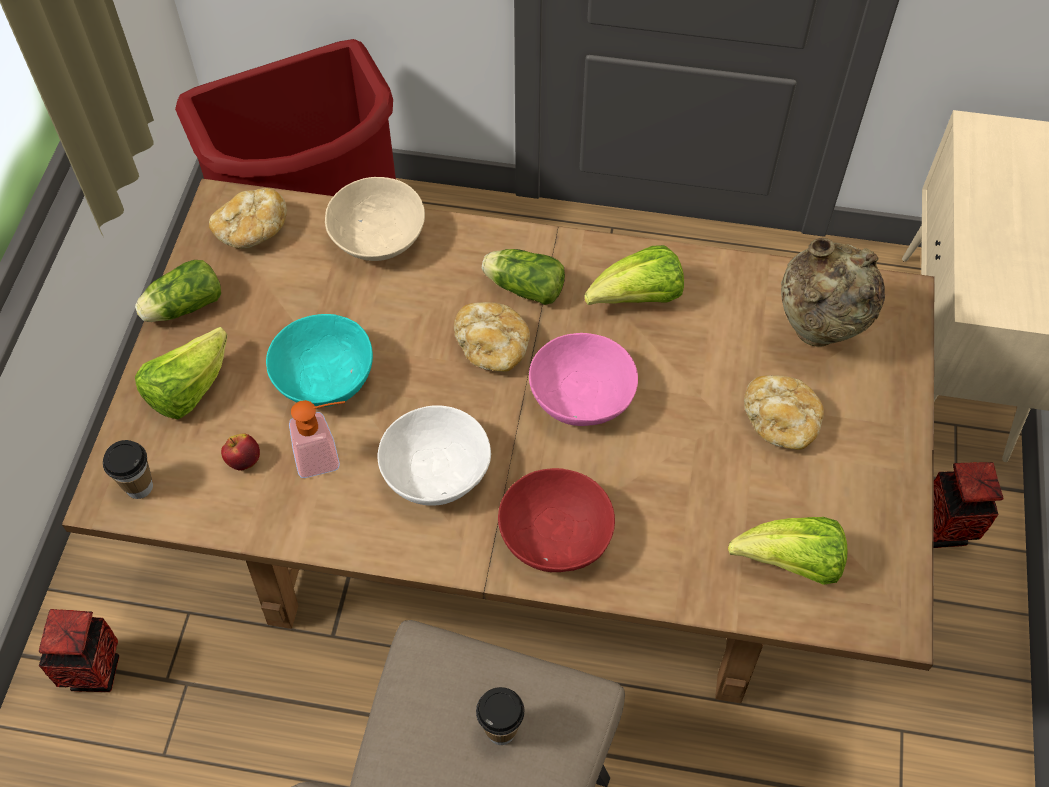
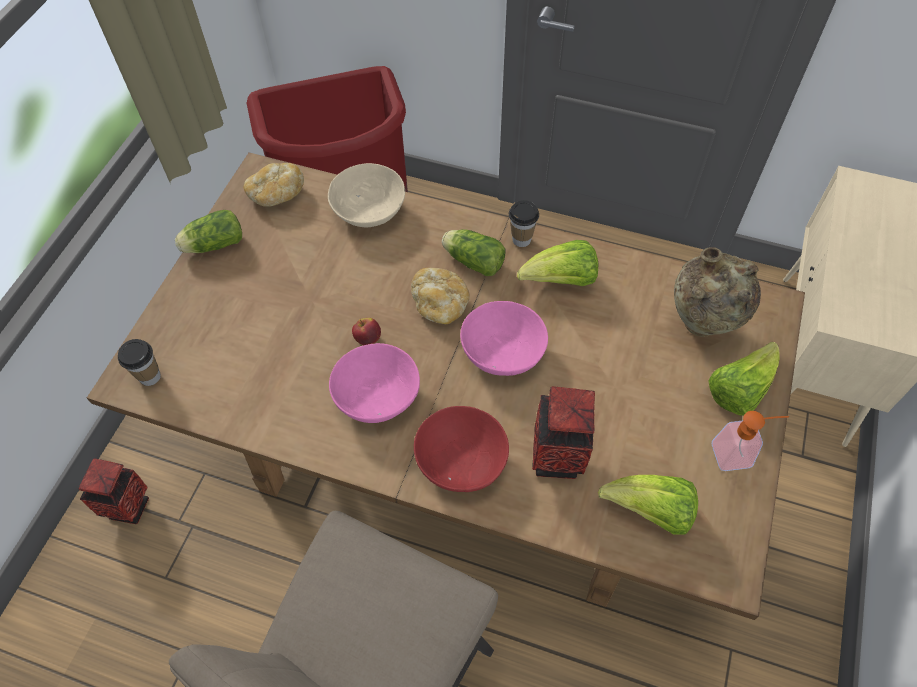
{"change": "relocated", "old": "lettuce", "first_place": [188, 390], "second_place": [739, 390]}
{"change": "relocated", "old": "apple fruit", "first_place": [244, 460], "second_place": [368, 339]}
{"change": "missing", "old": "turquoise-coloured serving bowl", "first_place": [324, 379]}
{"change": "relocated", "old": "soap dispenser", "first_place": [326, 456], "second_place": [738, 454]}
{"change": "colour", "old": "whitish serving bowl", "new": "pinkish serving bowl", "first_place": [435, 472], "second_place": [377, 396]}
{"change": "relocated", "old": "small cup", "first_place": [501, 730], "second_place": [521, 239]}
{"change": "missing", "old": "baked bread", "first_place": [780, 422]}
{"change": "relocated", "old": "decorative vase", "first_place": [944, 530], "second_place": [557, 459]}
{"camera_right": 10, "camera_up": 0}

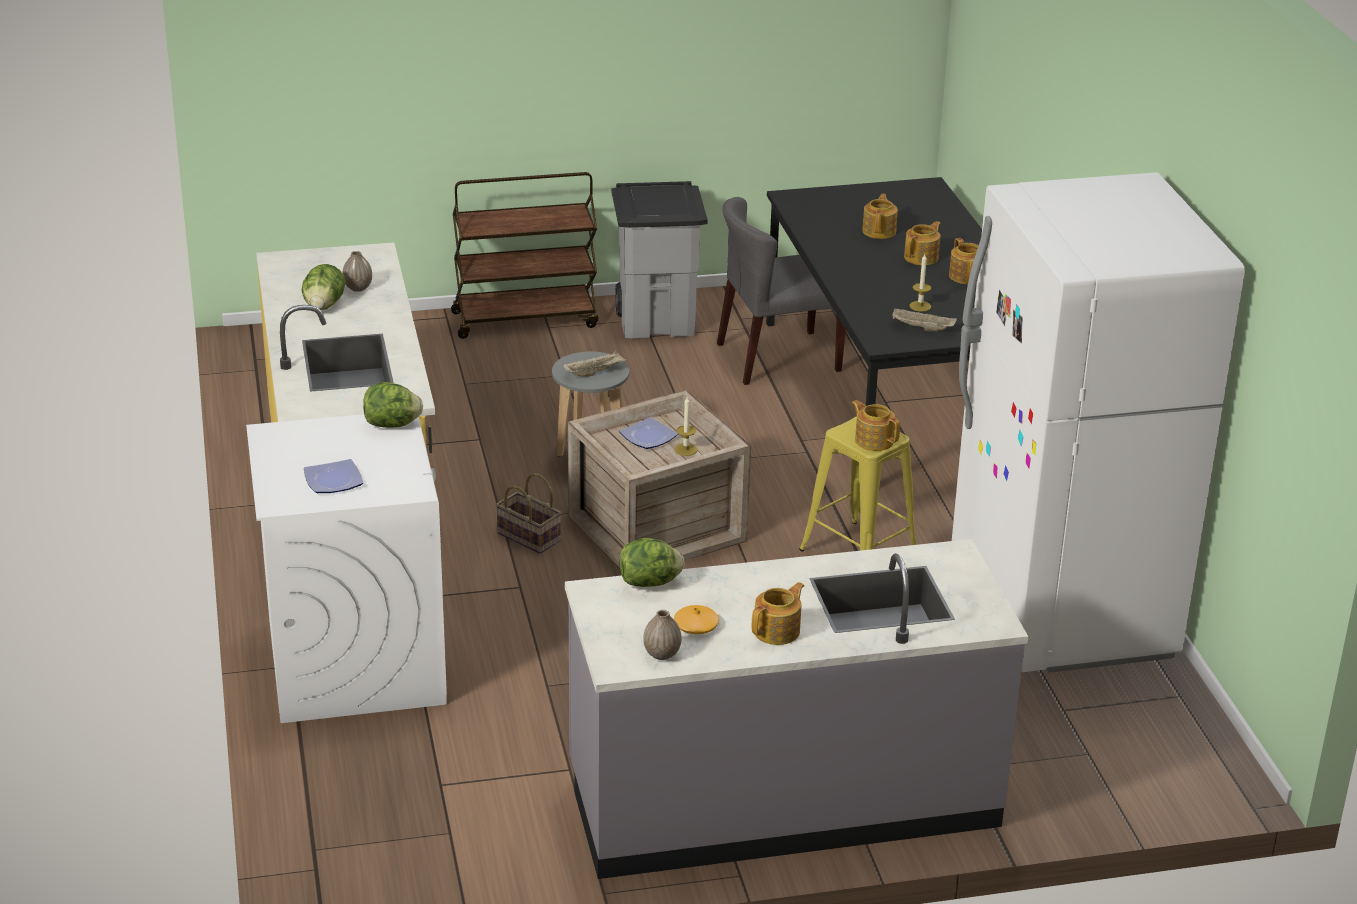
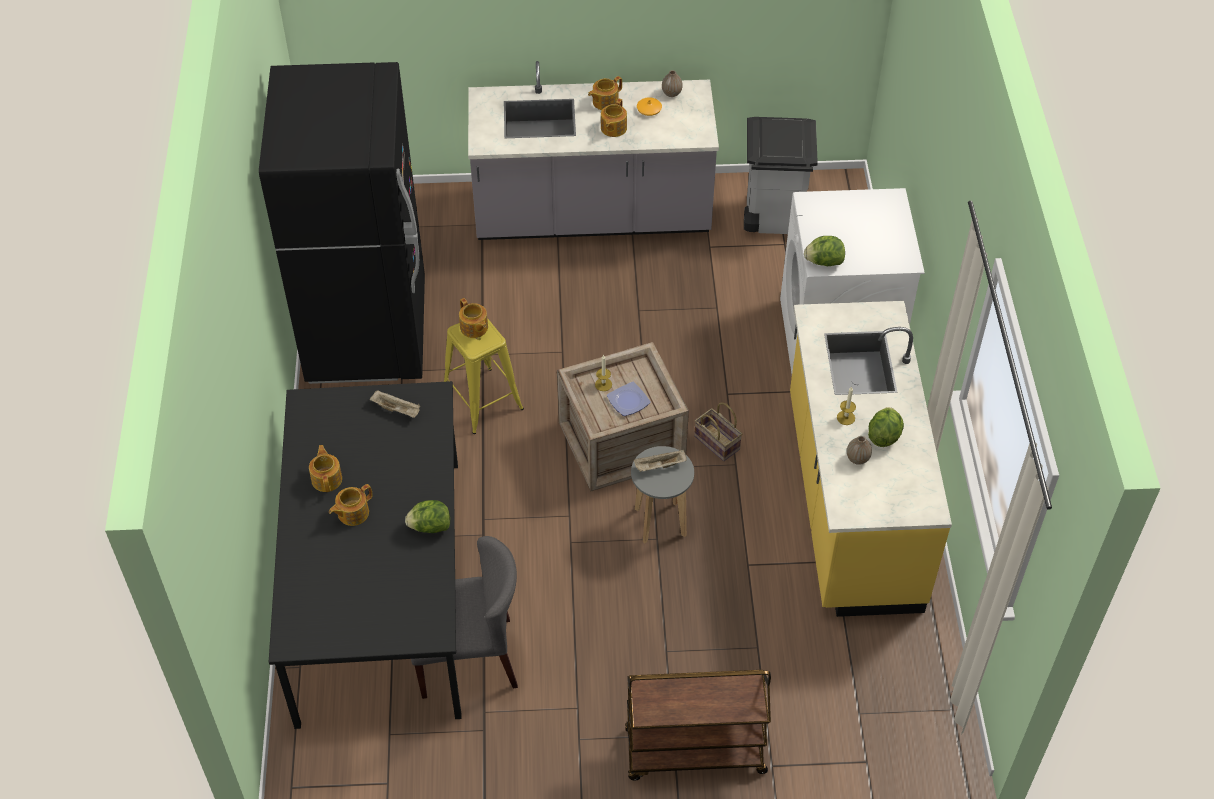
{"change": "missing", "old": "dinner plate", "first_place": [334, 480]}
{"change": "relocated", "old": "grey rubbish bin", "first_place": [657, 321], "second_place": [772, 218]}
{"change": "relocated", "old": "lettuce", "first_place": [650, 583], "second_place": [430, 527]}
{"change": "relocated", "old": "teapot", "first_place": [879, 231], "second_place": [613, 128]}
{"change": "relocated", "old": "candle", "first_place": [920, 306], "second_place": [845, 417]}
{"change": "colour", "old": "whitish fridge", "new": "black fridge", "first_place": [1061, 613], "second_place": [367, 332]}
{"camera_right": -170, "camera_up": 20}

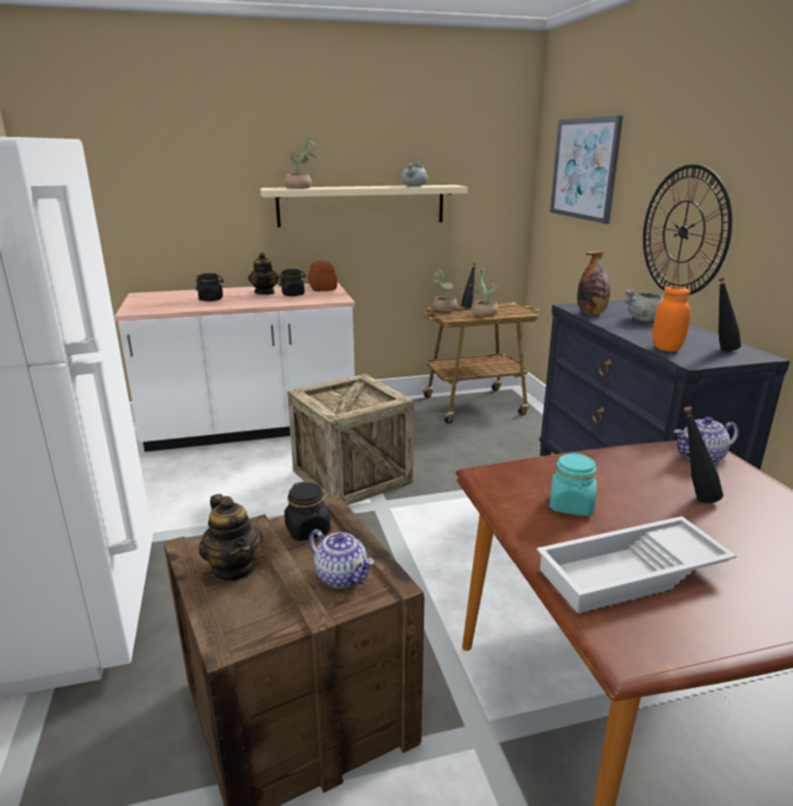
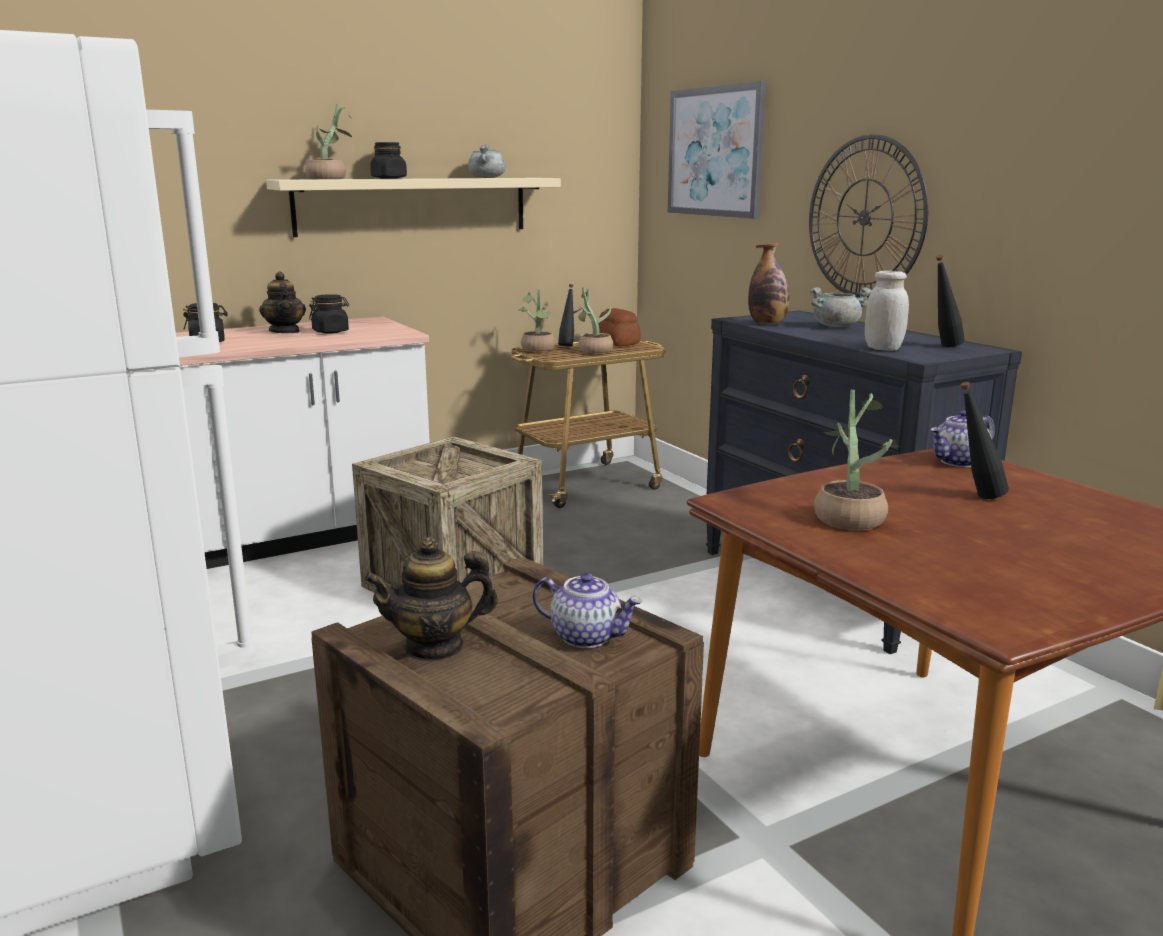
{"change": "spun", "old": "teapot", "first_place": [235, 568], "second_place": [434, 647], "degrees": 120}
{"change": "relocated", "old": "black storage jar", "first_place": [308, 530], "second_place": [389, 178]}
{"change": "relocated", "old": "baked bread", "first_place": [322, 288], "second_place": [617, 343]}
{"change": "missing", "old": "whitish serving tray", "first_place": [632, 574]}
{"change": "exchanged", "old": "turquoise-coloured storage jar", "new": "houseplant", "first_place": [571, 505], "second_place": [848, 516]}
{"change": "colour", "old": "orange-coloured storage jar", "new": "whitish storage jar", "first_place": [666, 348], "second_place": [883, 349]}
{"camera_right": -15, "camera_up": -5}

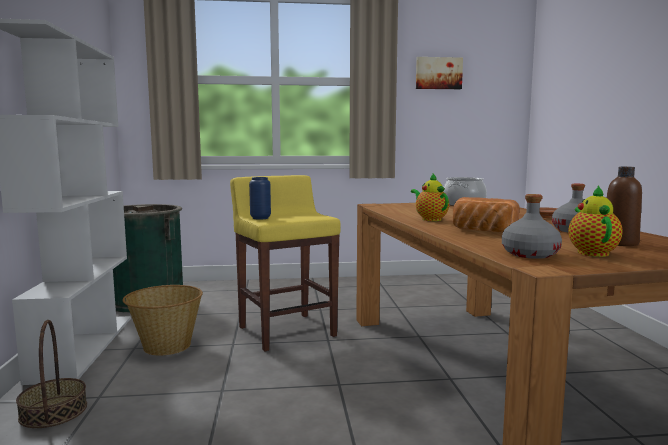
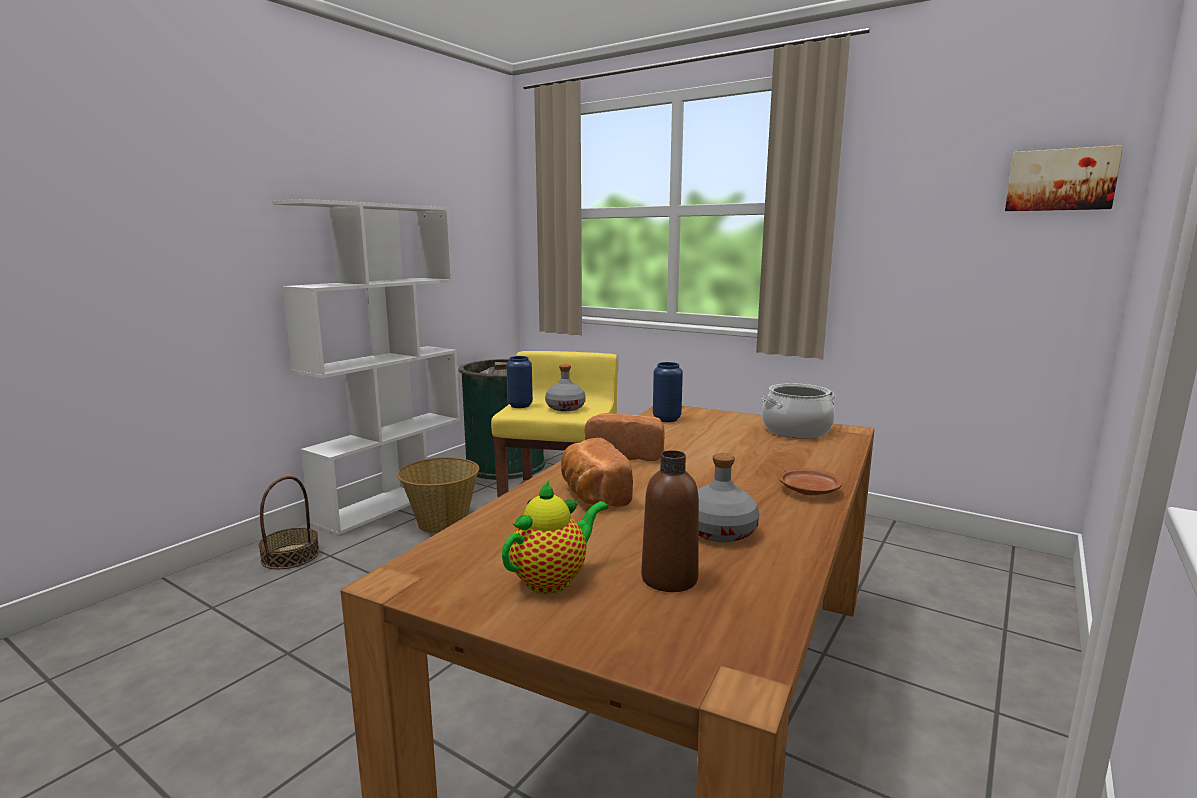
{"change": "exchanged", "old": "teapot", "new": "baked bread", "first_place": [430, 219], "second_place": [627, 453]}
{"change": "relocated", "old": "wall picture", "first_place": [438, 73], "second_place": [1061, 180]}
{"change": "relocated", "old": "grey beverage bottle", "first_place": [529, 254], "second_place": [565, 407]}
{"change": "appeared", "new": "blue decorative vase", "second_place": [666, 419]}
{"camera_right": 40, "camera_up": 5}

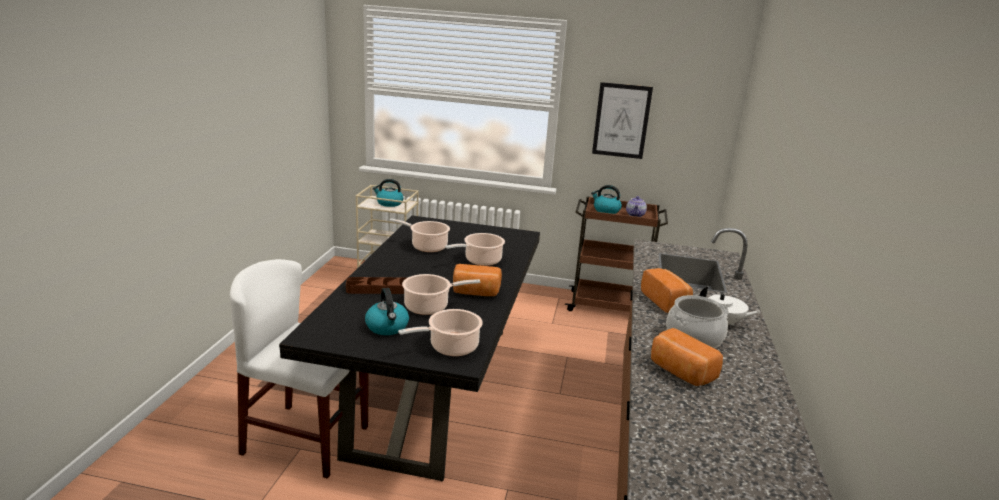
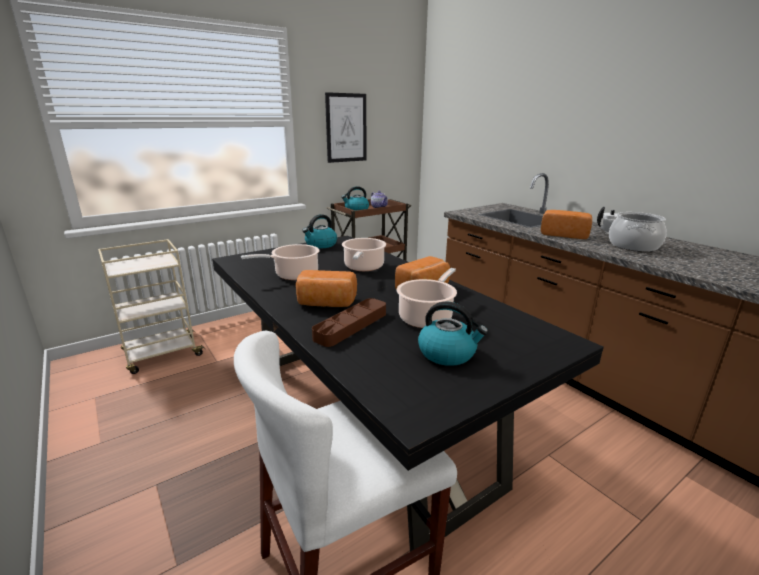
{"change": "relocated", "old": "tea kettle", "first_place": [389, 203], "second_place": [320, 245]}
{"change": "missing", "old": "cooking pot", "first_place": [450, 347]}
{"change": "relocated", "old": "baked bread", "first_place": [680, 372], "second_place": [326, 303]}
{"camera_right": -45, "camera_up": 0}

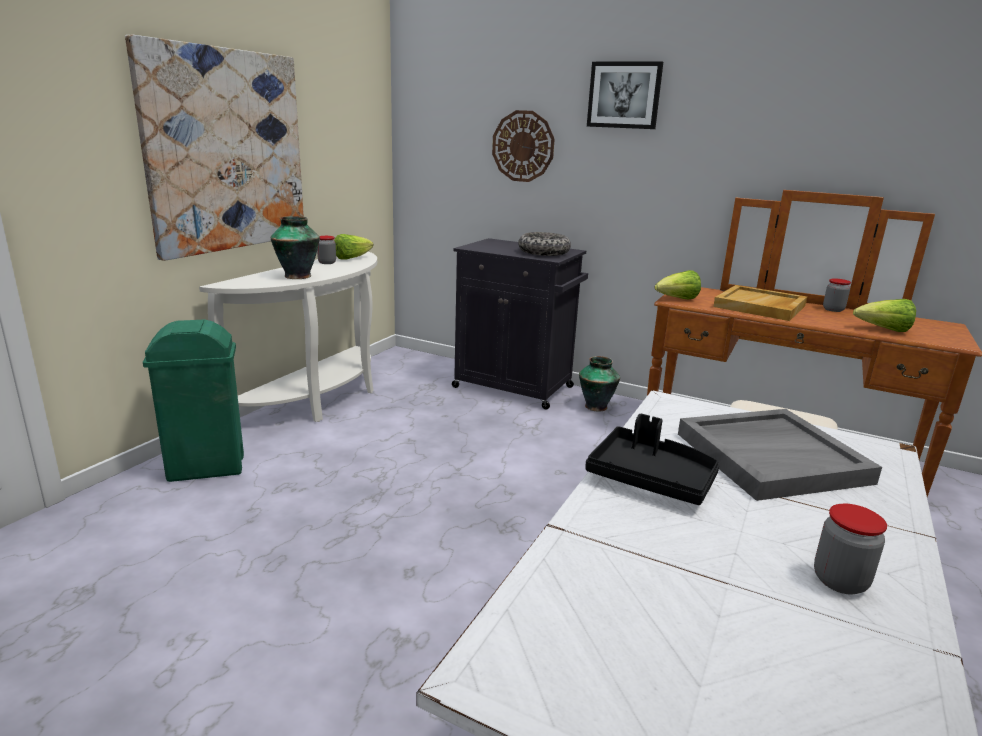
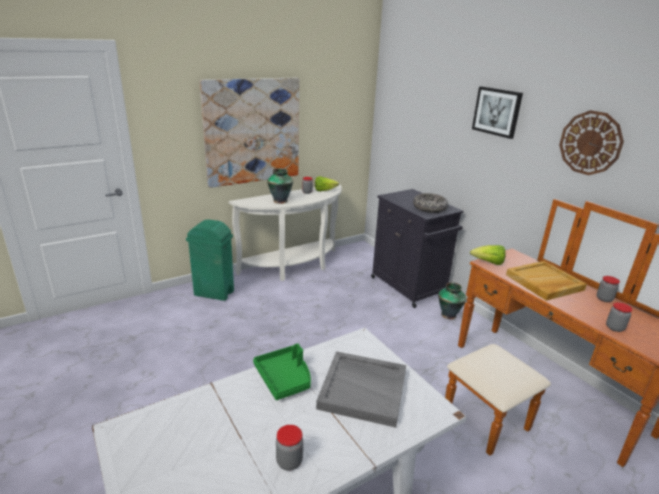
{"change": "relocated", "old": "hanging clock", "first_place": [523, 146], "second_place": [590, 143]}
{"change": "colour", "old": "black serving tray", "new": "green-coloured serving tray", "first_place": [651, 478], "second_place": [284, 378]}
{"change": "exchanged", "old": "lettuce", "new": "storage jar", "first_place": [883, 330], "second_place": [614, 328]}
{"camera_right": 30, "camera_up": 5}

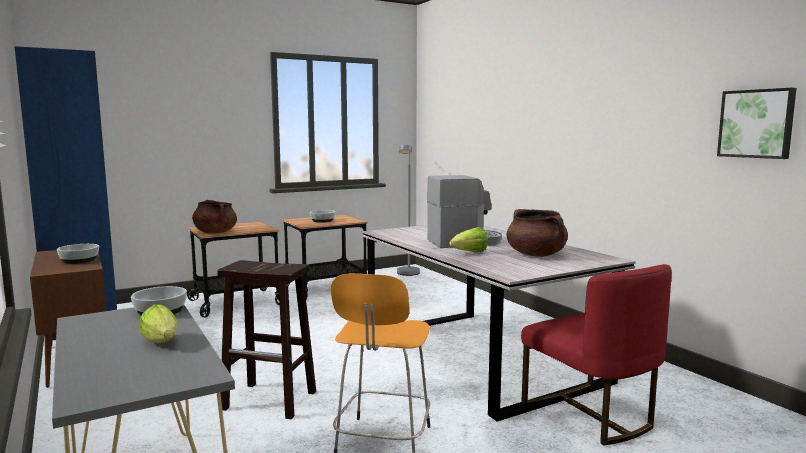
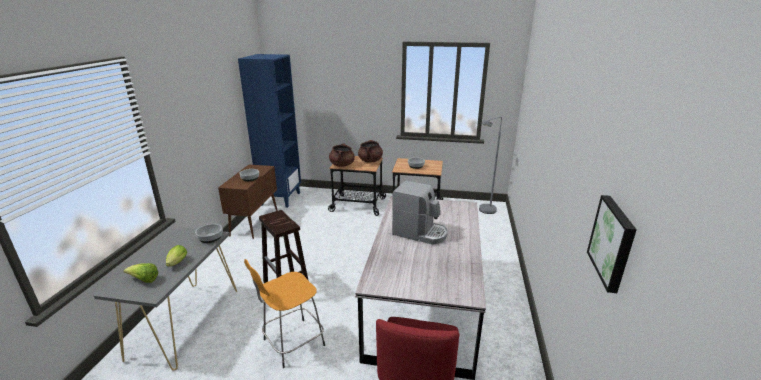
{"change": "relocated", "old": "lettuce", "first_place": [469, 253], "second_place": [144, 280]}
{"change": "relocated", "old": "brown cooking pot", "first_place": [536, 255], "second_place": [370, 161]}
{"camera_right": 40, "camera_up": 15}

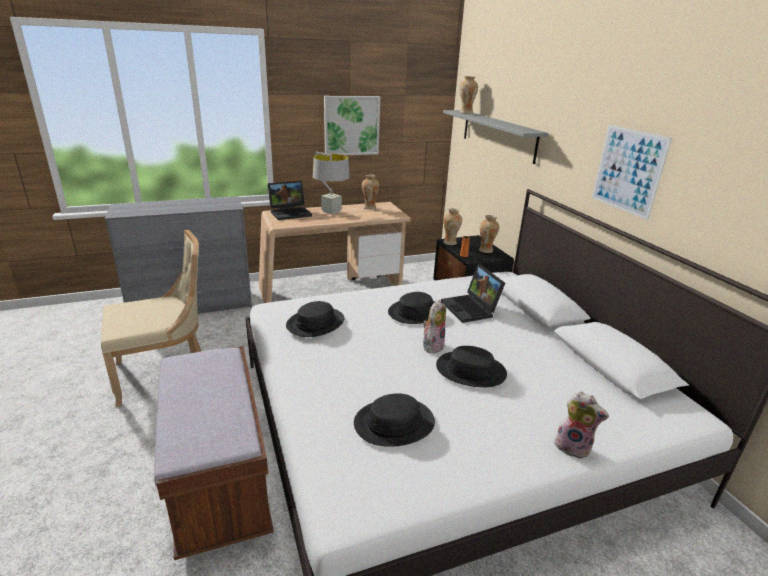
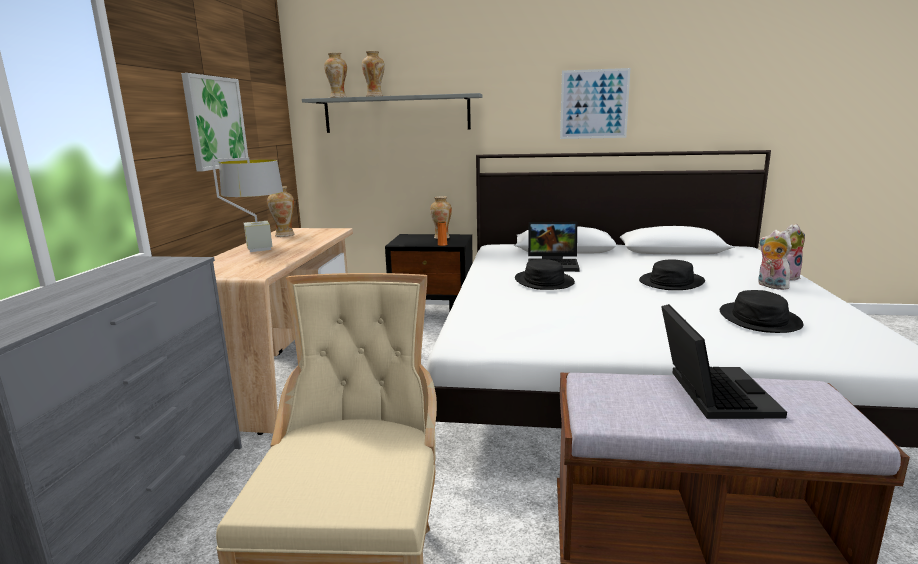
{"change": "relocated", "old": "laptop", "first_place": [291, 213], "second_place": [711, 392]}
{"change": "missing", "old": "black wearable hat", "first_place": [315, 323]}
{"change": "relocated", "old": "cuddly toy", "first_place": [432, 345], "second_place": [770, 286]}
{"change": "relocated", "old": "decorative vase", "first_place": [450, 243], "second_place": [375, 96]}
{"camera_right": -60, "camera_up": -10}

